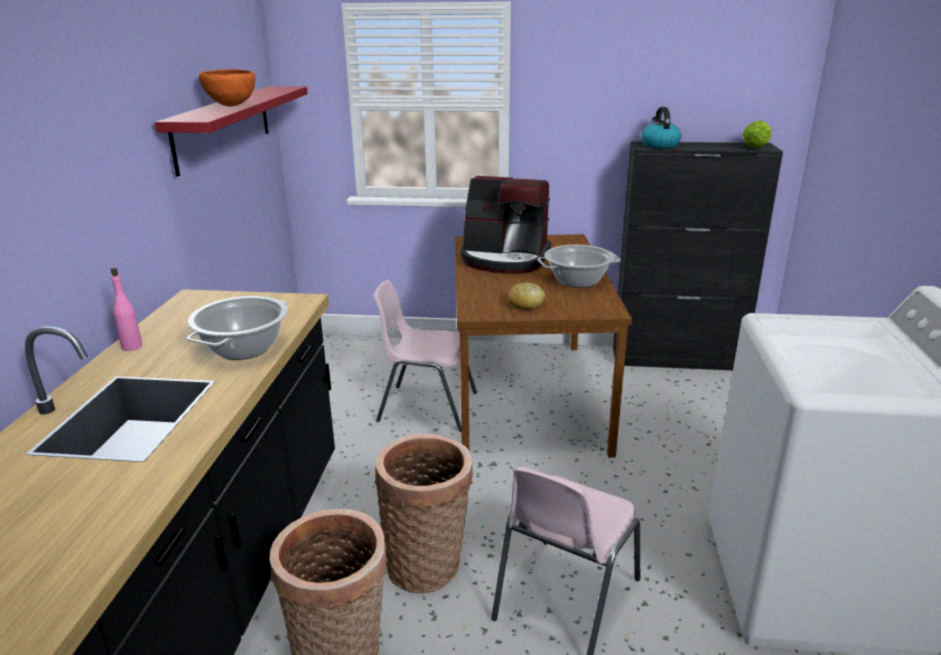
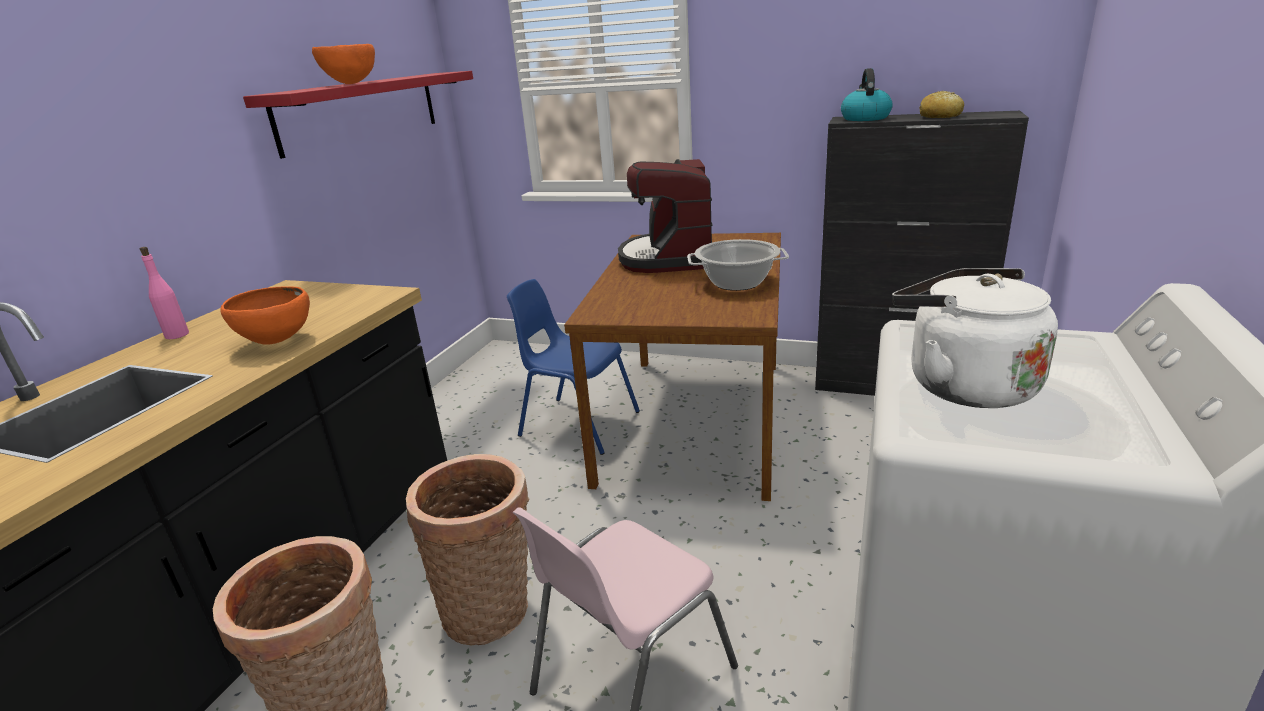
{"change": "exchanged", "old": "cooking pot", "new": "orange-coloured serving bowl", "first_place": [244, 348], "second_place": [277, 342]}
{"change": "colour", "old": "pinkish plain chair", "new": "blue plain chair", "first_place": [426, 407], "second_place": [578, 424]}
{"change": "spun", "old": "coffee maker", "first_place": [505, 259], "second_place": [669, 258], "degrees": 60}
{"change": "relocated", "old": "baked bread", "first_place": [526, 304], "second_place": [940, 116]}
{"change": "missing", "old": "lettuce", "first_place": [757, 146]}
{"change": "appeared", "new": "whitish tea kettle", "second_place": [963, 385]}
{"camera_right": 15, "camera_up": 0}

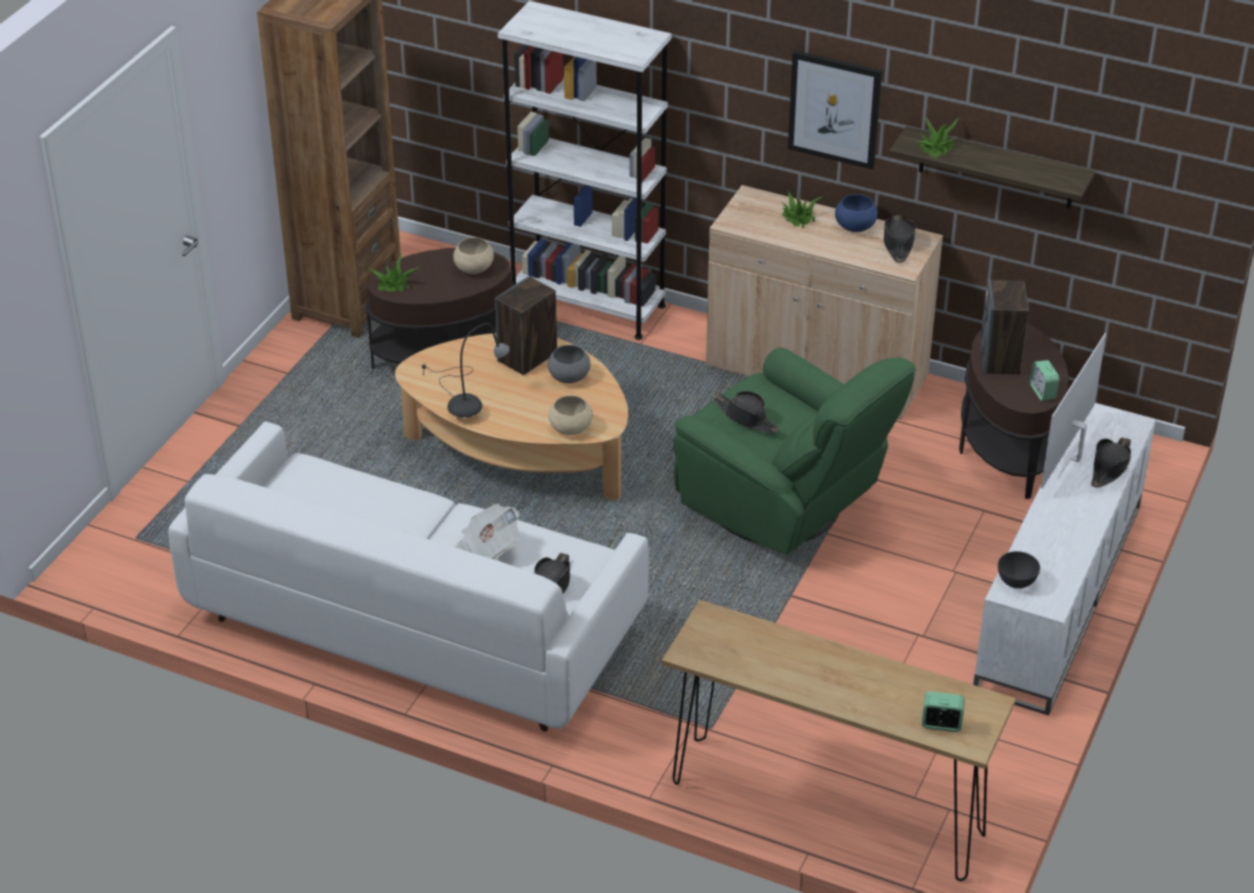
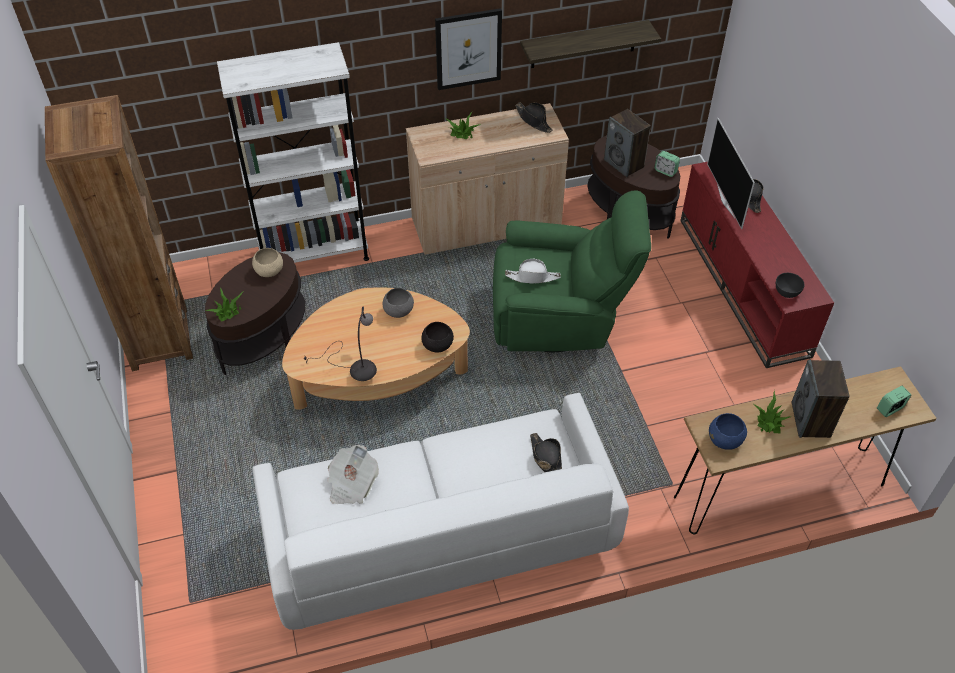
{"change": "relocated", "old": "printed paper", "first_place": [485, 551], "second_place": [351, 484]}
{"change": "relocated", "old": "loudspeaker", "first_place": [527, 357], "second_place": [811, 420]}
{"change": "colour", "old": "beige-coloured serving bowl", "new": "black serving bowl", "first_place": [570, 428], "second_place": [437, 345]}
{"change": "colour", "old": "black wearable hat", "new": "whitish wearable hat", "first_place": [746, 418], "second_place": [532, 277]}
{"change": "relocated", "old": "blue serving bowl", "first_place": [855, 227], "second_place": [725, 440]}
{"change": "relocated", "old": "houseplant", "first_place": [936, 147], "second_place": [769, 421]}
{"change": "colour", "old": "whitish tv stand", "new": "red-coloured tv stand", "first_place": [1060, 598], "second_place": [744, 286]}
{"camera_right": -40, "camera_up": 10}

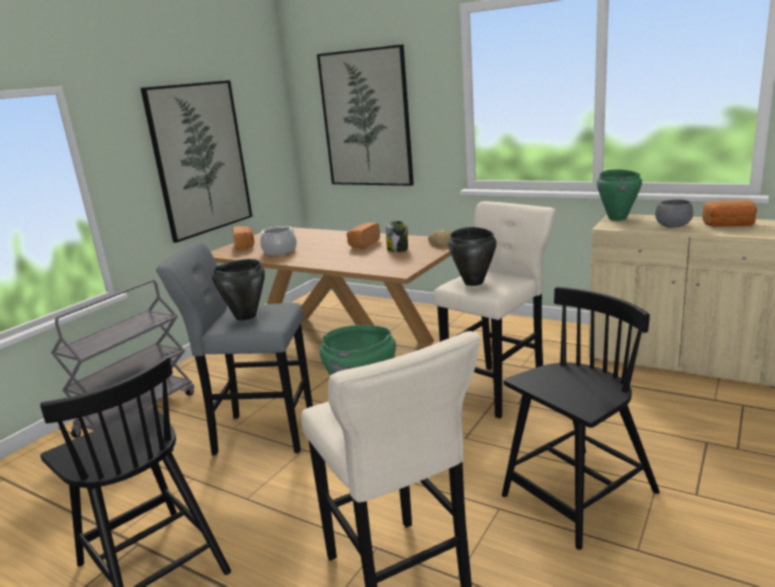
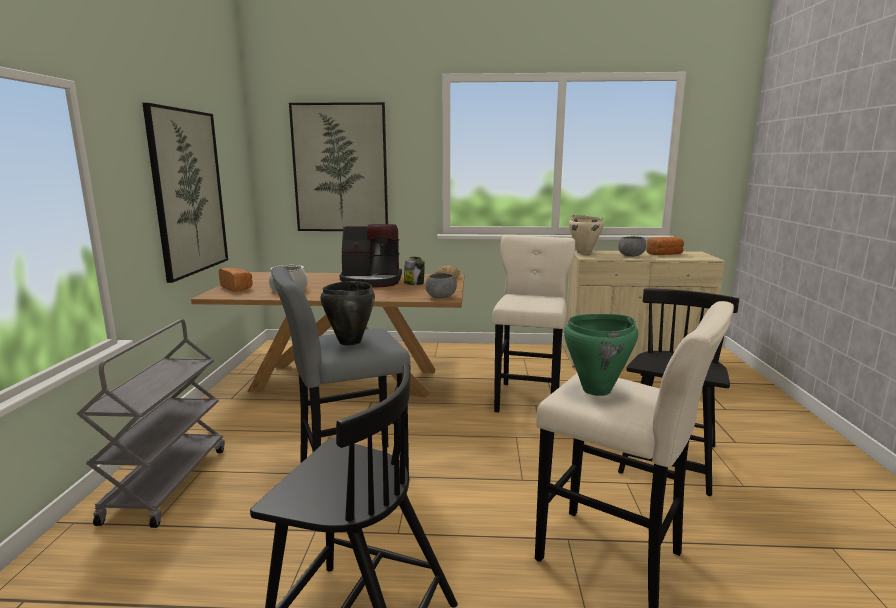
{"change": "exchanged", "old": "baked bread", "new": "coffee maker", "first_place": [363, 244], "second_place": [371, 281]}
{"change": "missing", "old": "black cooking pot", "first_place": [474, 282]}
{"change": "colour", "old": "green-coloured cooking pot", "new": "beige-coloured cooking pot", "first_place": [617, 218], "second_place": [584, 253]}
{"change": "appeared", "new": "grey serving bowl", "second_place": [440, 297]}
{"camera_right": -30, "camera_up": -5}

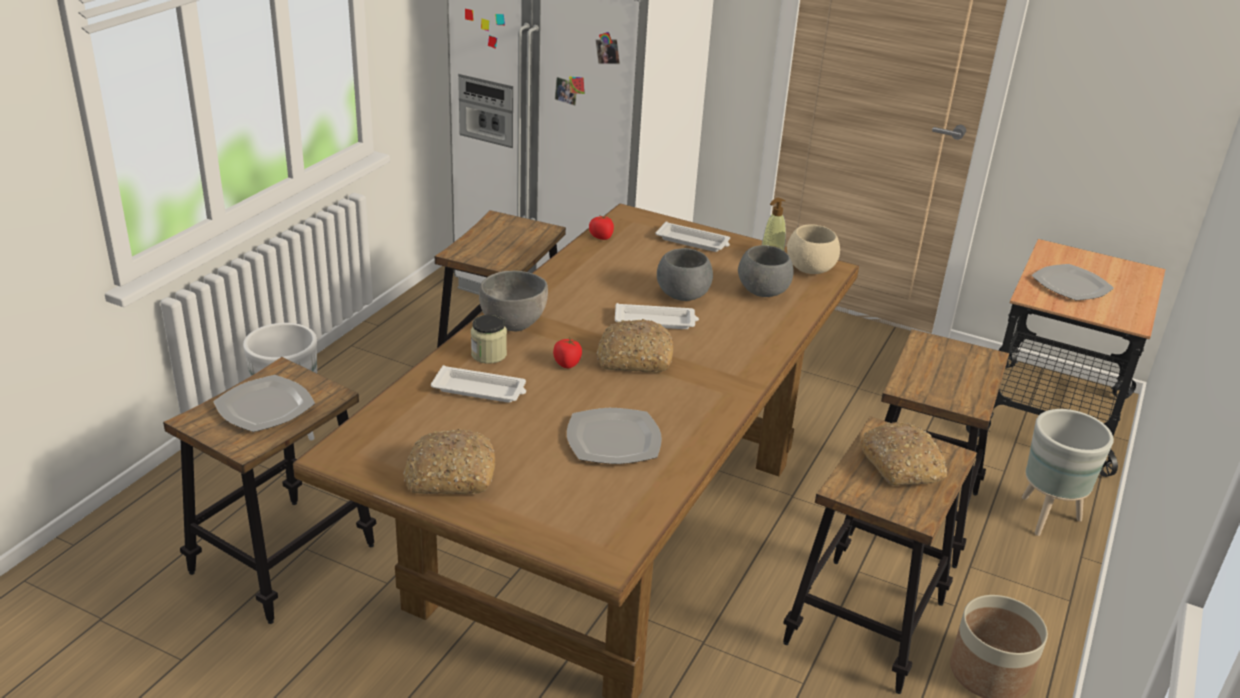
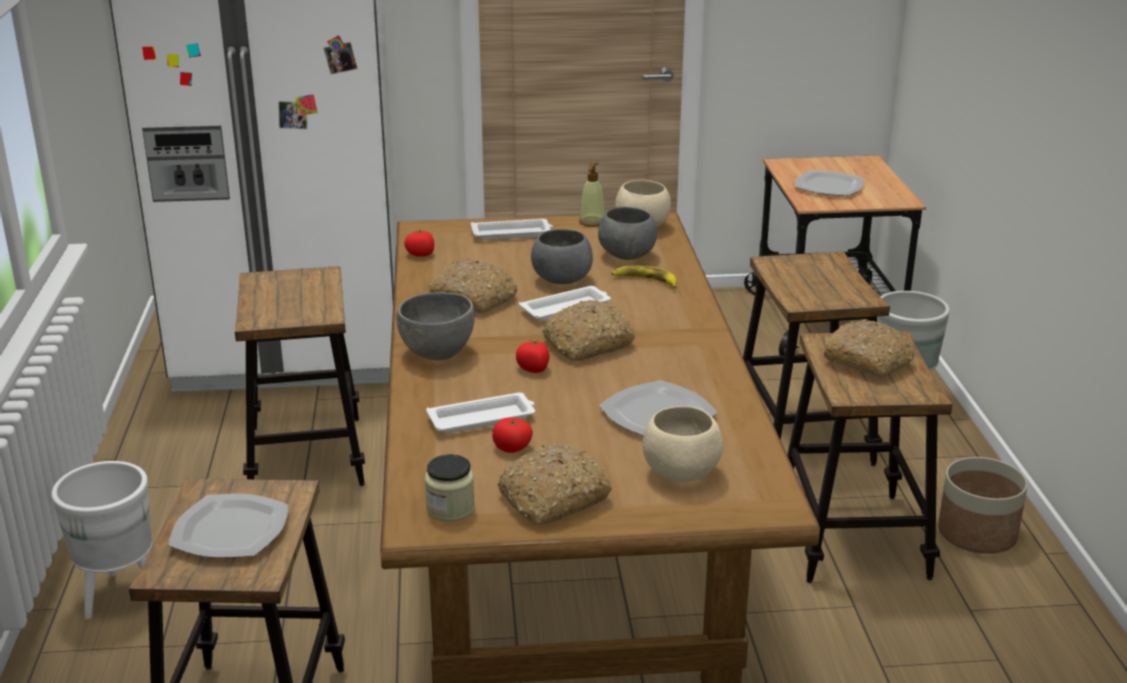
{"change": "relocated", "old": "storage jar", "first_place": [489, 354], "second_place": [450, 508]}
{"change": "appeared", "new": "baked bread", "second_place": [474, 298]}
{"change": "appeared", "new": "tomato", "second_place": [512, 448]}
{"change": "appeared", "new": "whole banana", "second_place": [645, 281]}
{"change": "appeared", "new": "beige-coloured serving bowl", "second_place": [682, 473]}
{"camera_right": -30, "camera_up": -5}

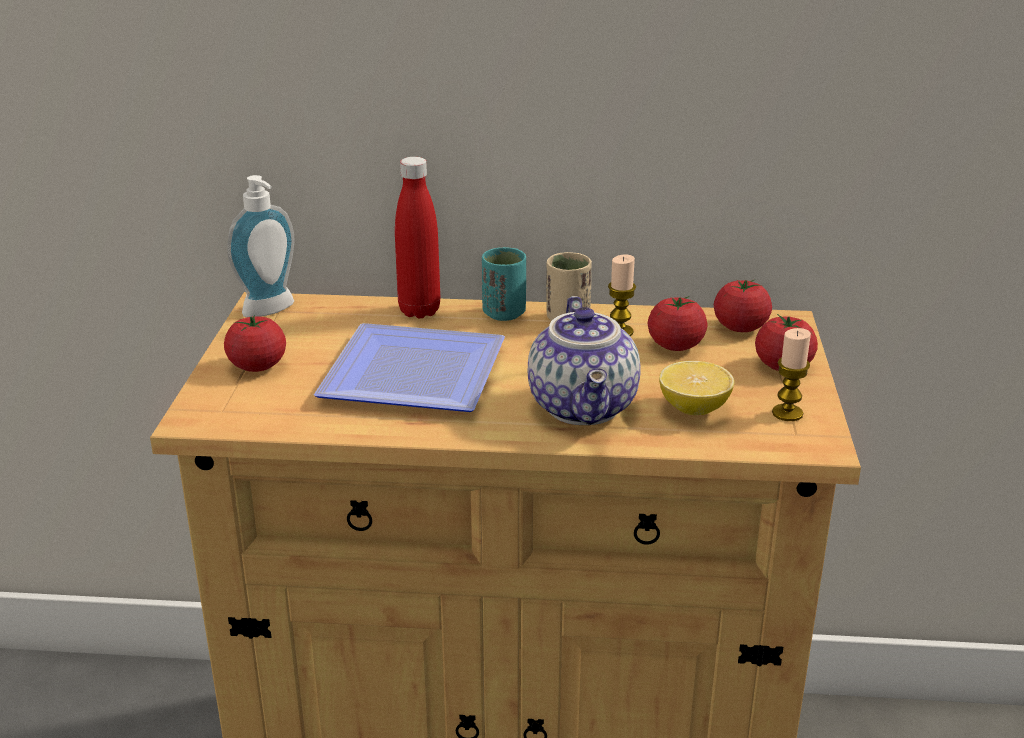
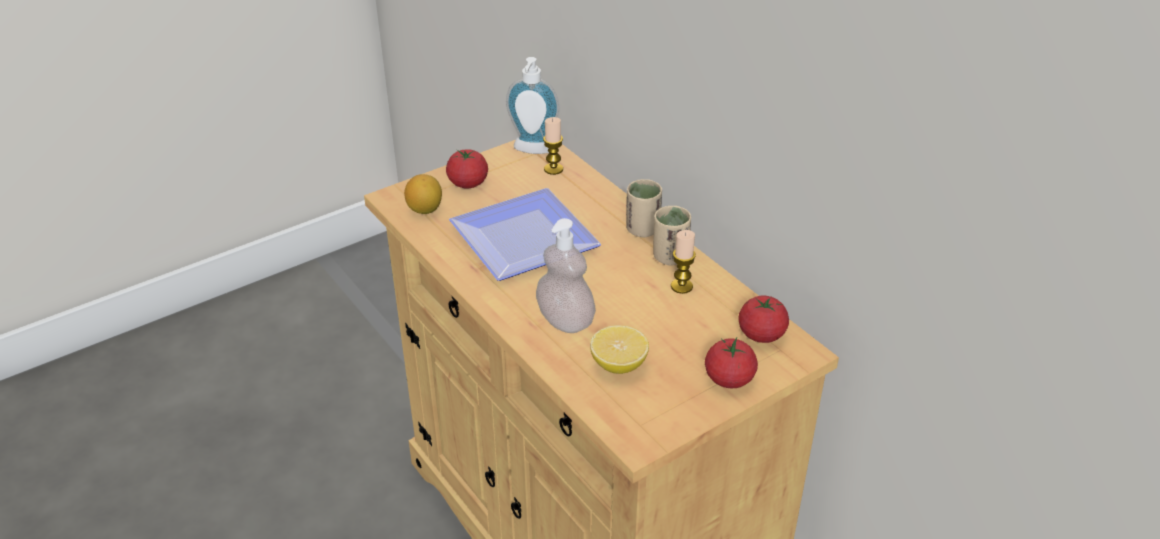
{"change": "missing", "old": "red-coloured beverage bottle", "first_place": [419, 311]}
{"change": "colour", "old": "turquoise-coloured small cup", "new": "beige-coloured small cup", "first_place": [504, 313], "second_place": [642, 229]}
{"change": "exchanged", "old": "teapot", "new": "soap dispenser", "first_place": [585, 407], "second_place": [565, 321]}
{"change": "missing", "old": "tomato", "first_place": [675, 345]}
{"change": "relocated", "old": "candle", "first_place": [787, 413], "second_place": [553, 169]}
{"change": "appeared", "new": "lemon", "second_place": [425, 209]}
{"camera_right": 50, "camera_up": 10}

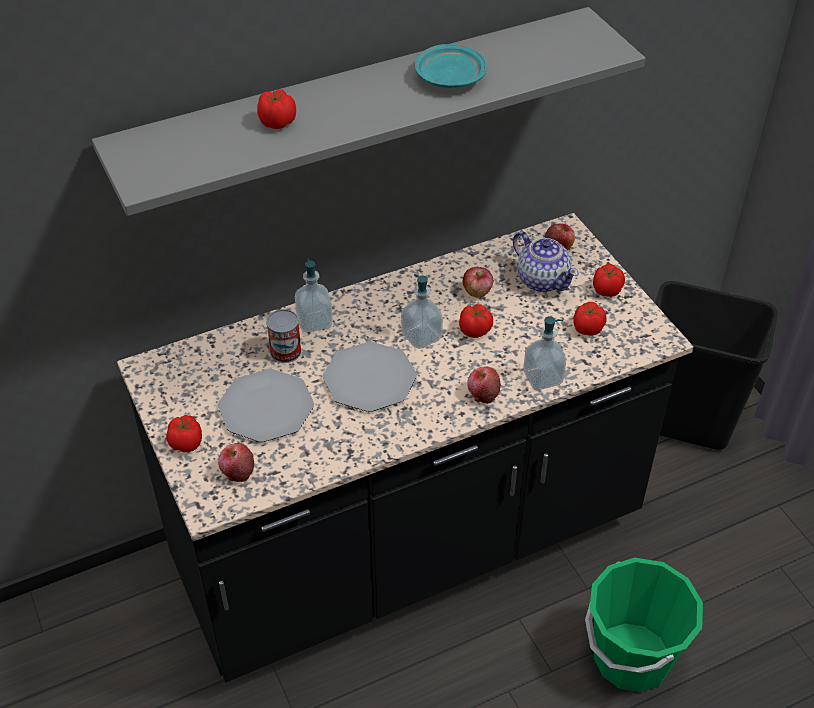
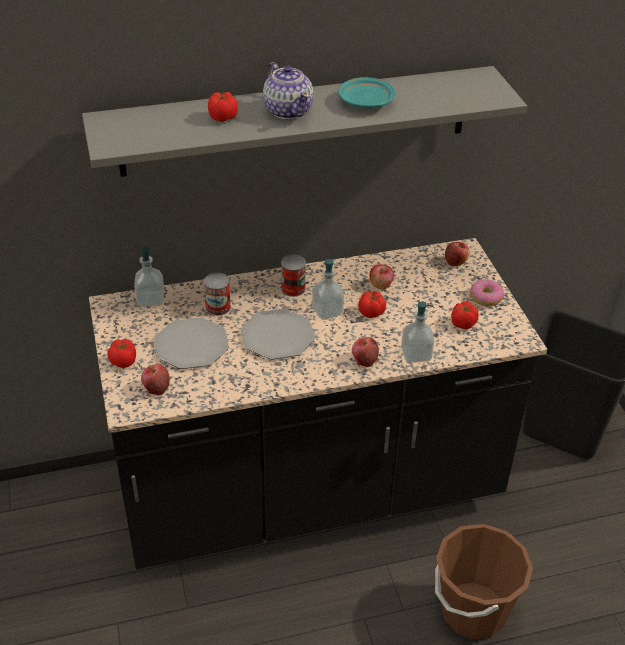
{"change": "relocated", "old": "soap dispenser", "first_place": [314, 321], "second_place": [150, 299]}
{"change": "relocated", "old": "teapot", "first_place": [542, 279], "second_place": [288, 110]}
{"change": "colour", "old": "green-coloured pail", "new": "brown pail", "first_place": [631, 658], "second_place": [473, 611]}
{"change": "exchanged", "old": "tomato", "new": "doughnut", "first_place": [606, 290], "second_place": [486, 298]}
{"change": "appeared", "new": "can", "second_place": [293, 288]}
{"camera_right": 10, "camera_up": -5}

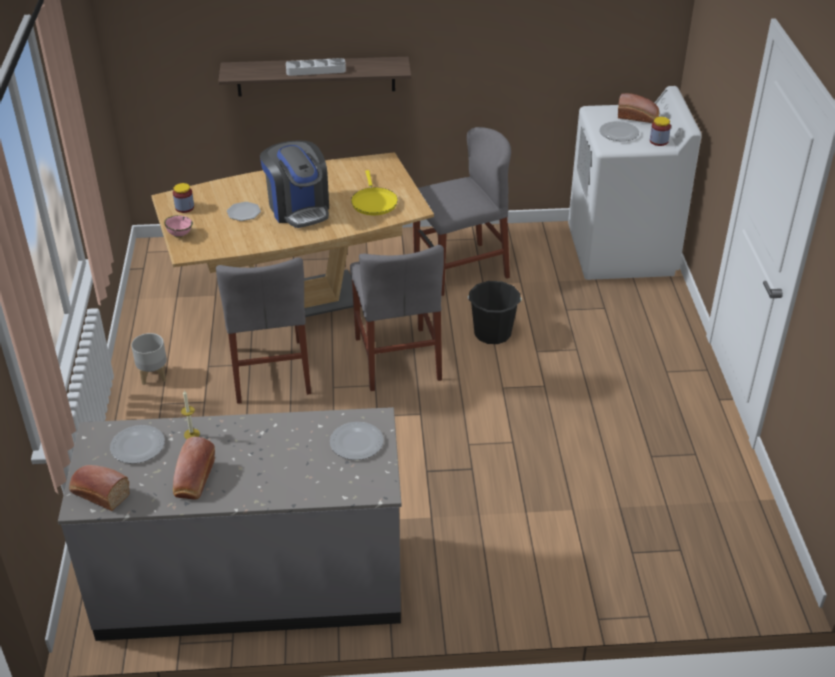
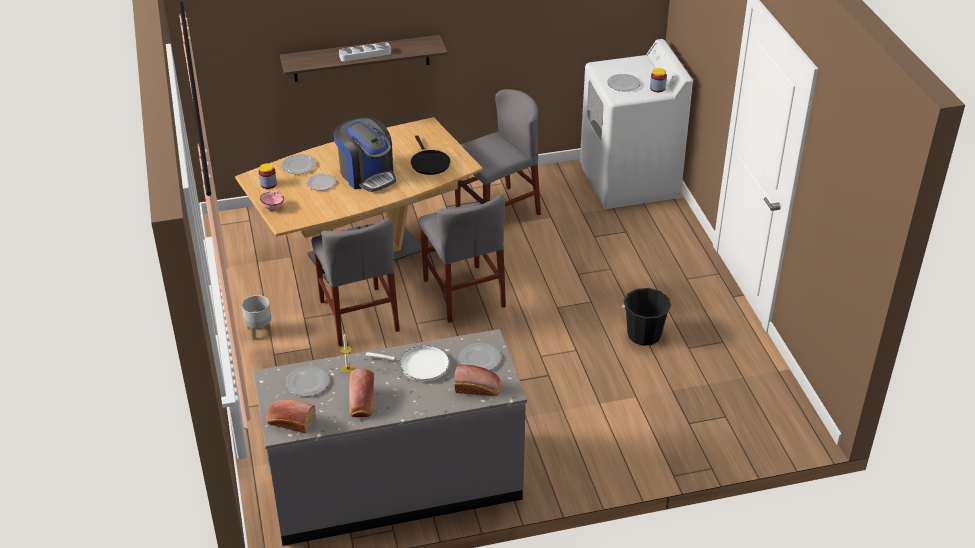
{"change": "colour", "old": "yellow frying pan", "new": "black frying pan", "first_place": [373, 202], "second_place": [429, 163]}
{"change": "relocated", "old": "black pail", "first_place": [492, 333], "second_place": [644, 335]}
{"change": "relocated", "old": "baked bread", "first_place": [638, 117], "second_place": [478, 388]}
{"change": "appeared", "new": "dinner plate", "second_place": [298, 165]}
{"change": "appeared", "new": "whitish frying pan", "second_place": [420, 366]}
{"camera_right": -10, "camera_up": 0}

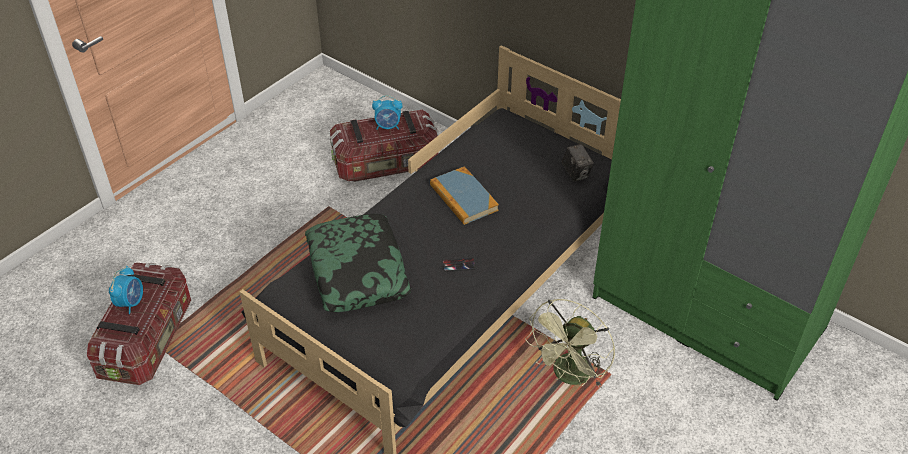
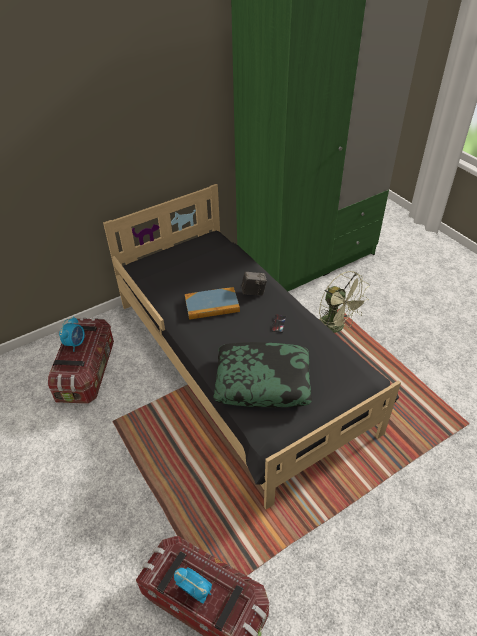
{"change": "relocated", "old": "photo camera", "first_place": [576, 173], "second_place": [253, 292]}
{"camera_right": -70, "camera_up": 0}

